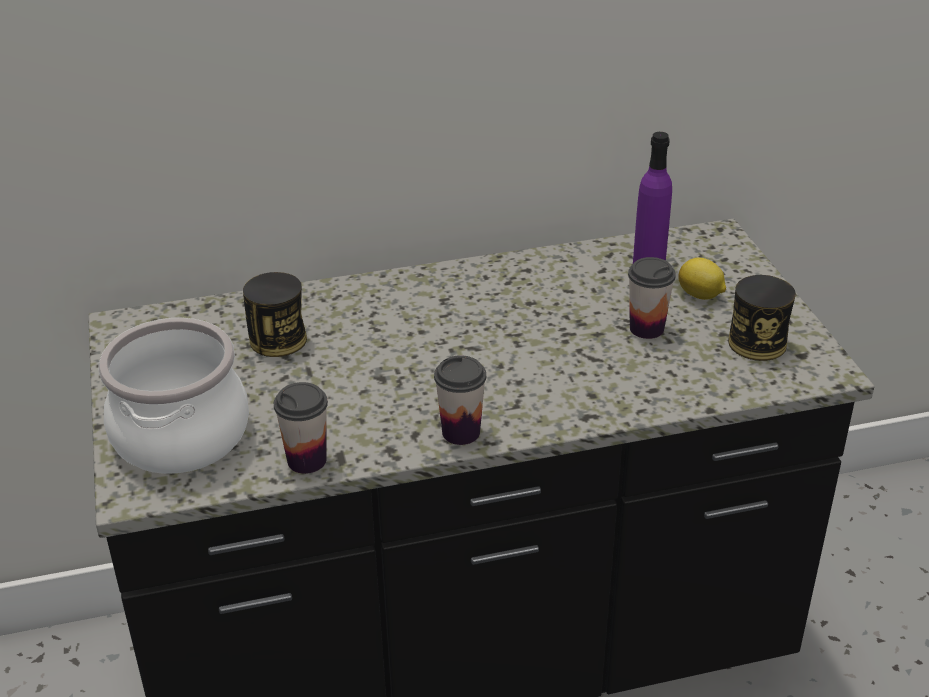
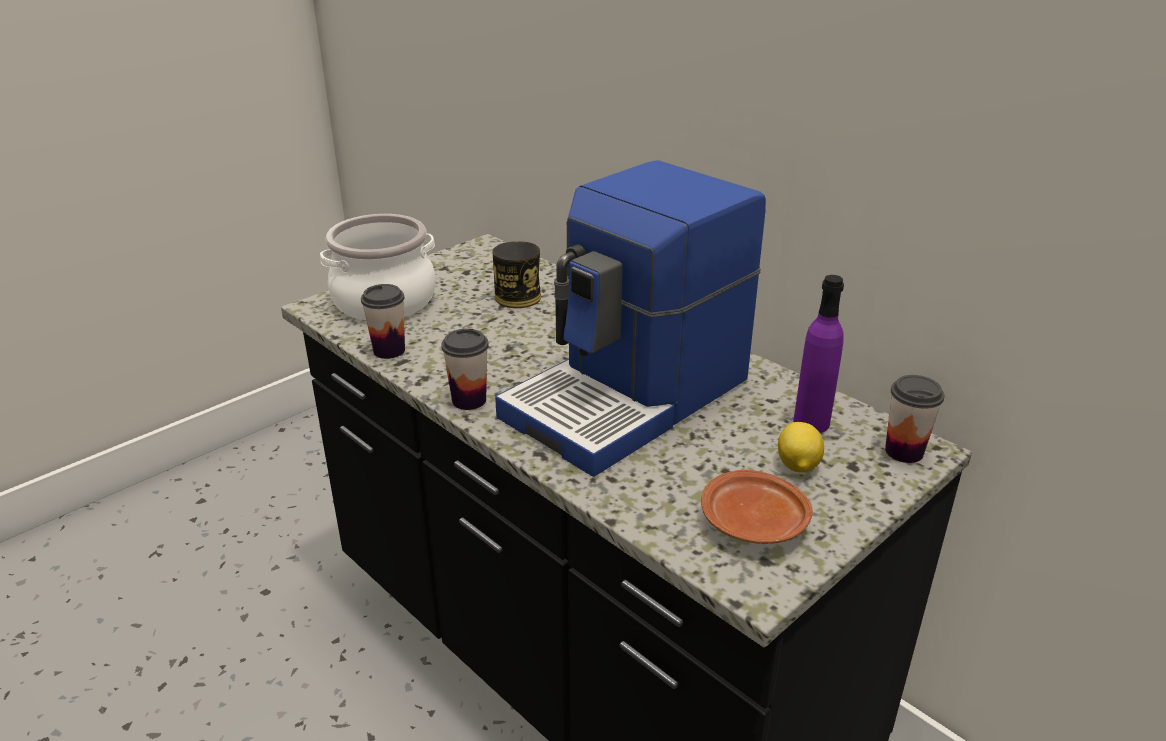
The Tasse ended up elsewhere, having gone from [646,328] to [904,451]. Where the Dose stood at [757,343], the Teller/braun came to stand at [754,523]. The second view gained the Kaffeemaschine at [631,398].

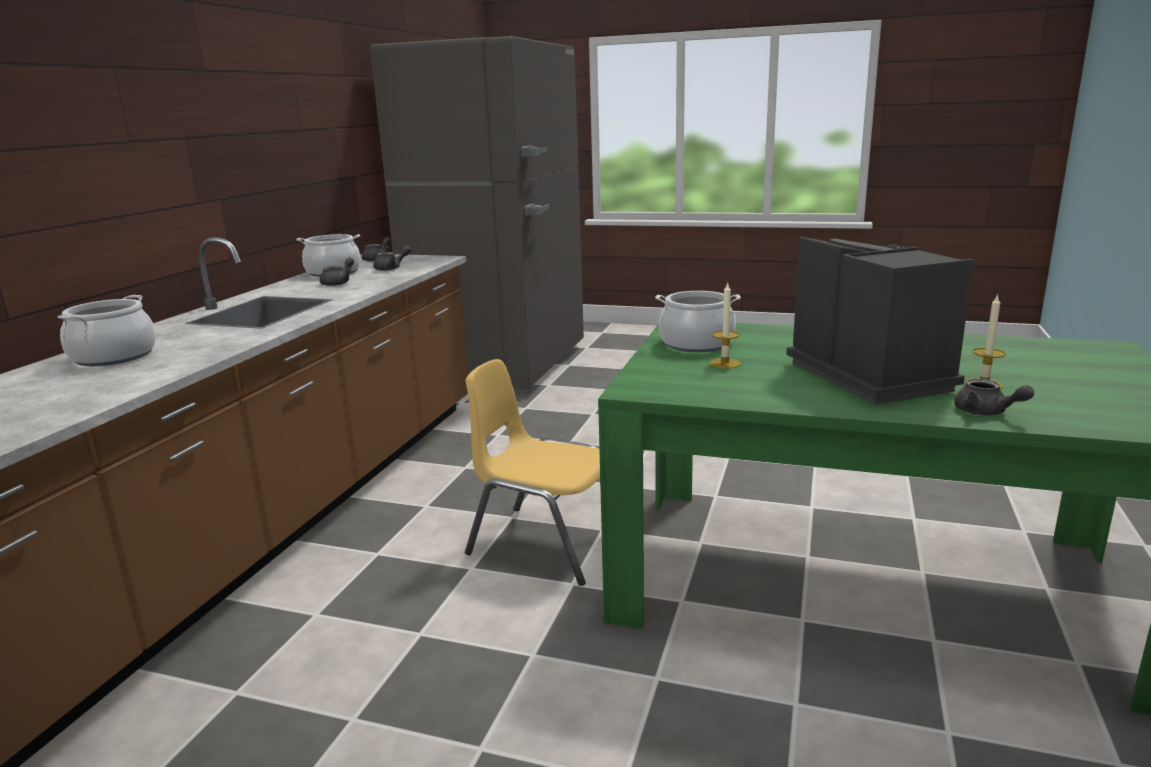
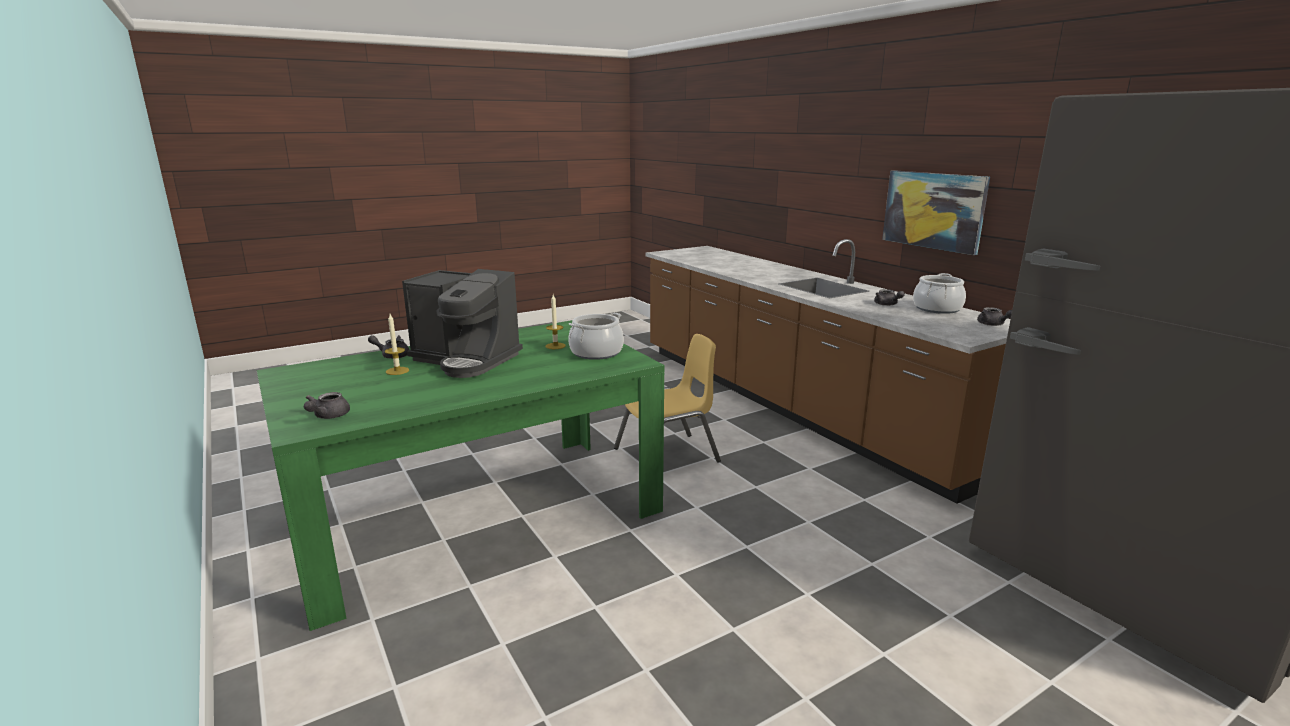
The second view lost the Kochtopf at [113,356]. The Teekanne/grau ended up elsewhere, having gone from [391,268] to [328,416]. The second view gained the Bild at [933,210].

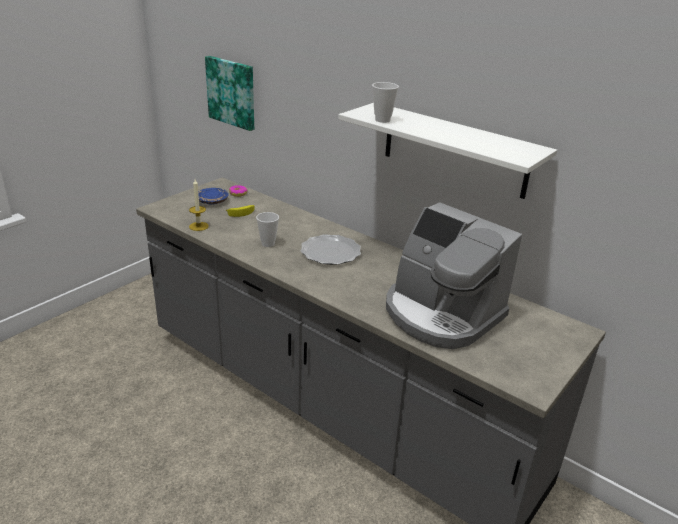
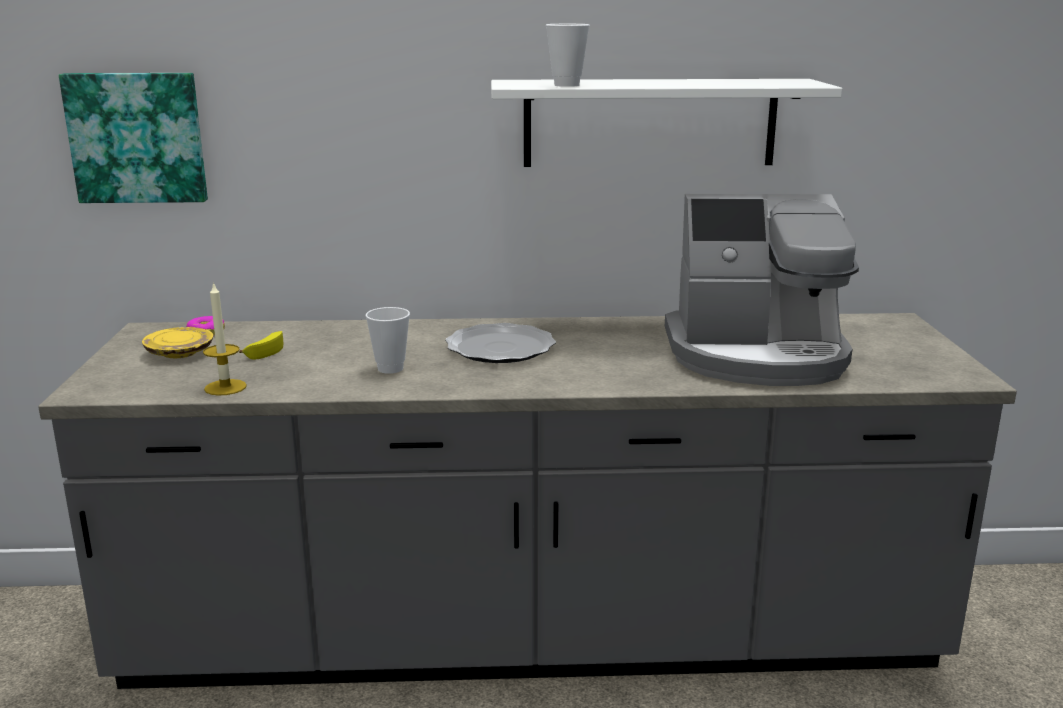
What was the Teller/blau at [212,201] turned into the Teller/gelb at [180,353].

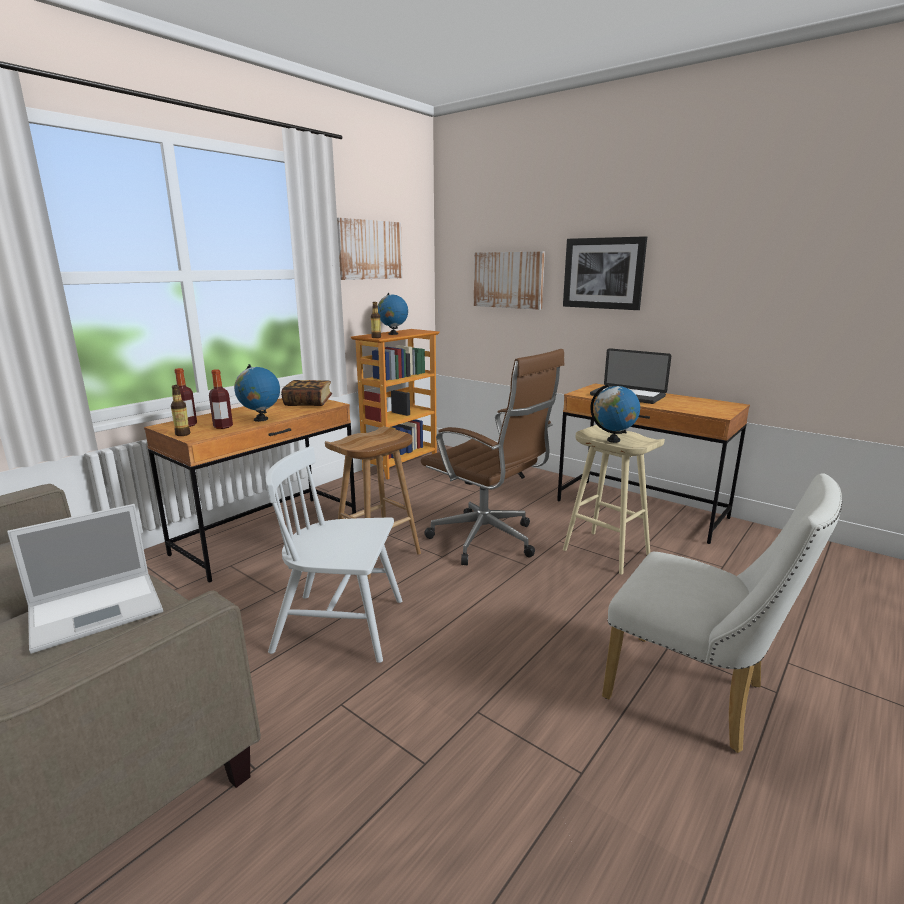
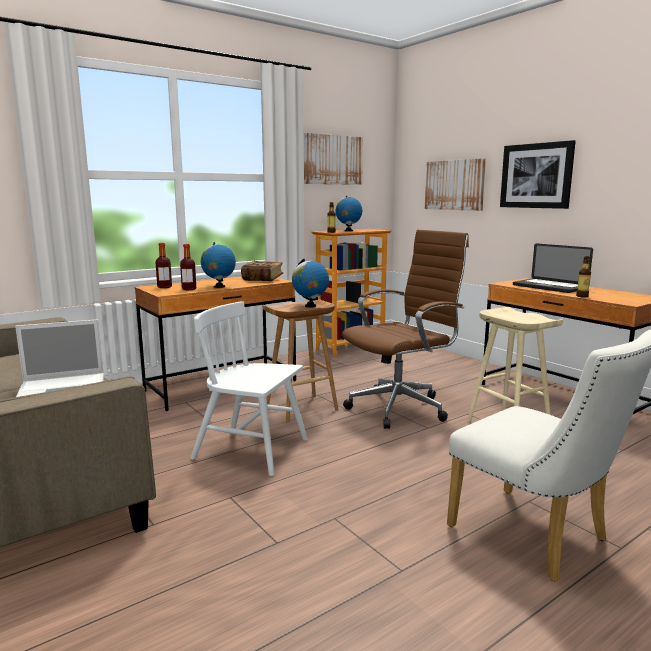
The Flasche ended up elsewhere, having gone from [183,434] to [582,296]. The Bürostuhl/braun at [488,541] ended up facing another way, 90 degrees counterclockwise from before. The Globus ended up elsewhere, having gone from [613,440] to [310,306].

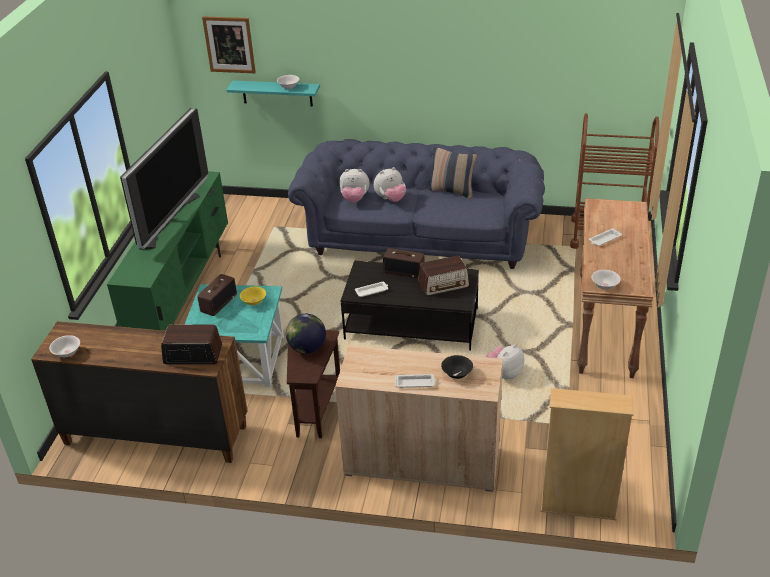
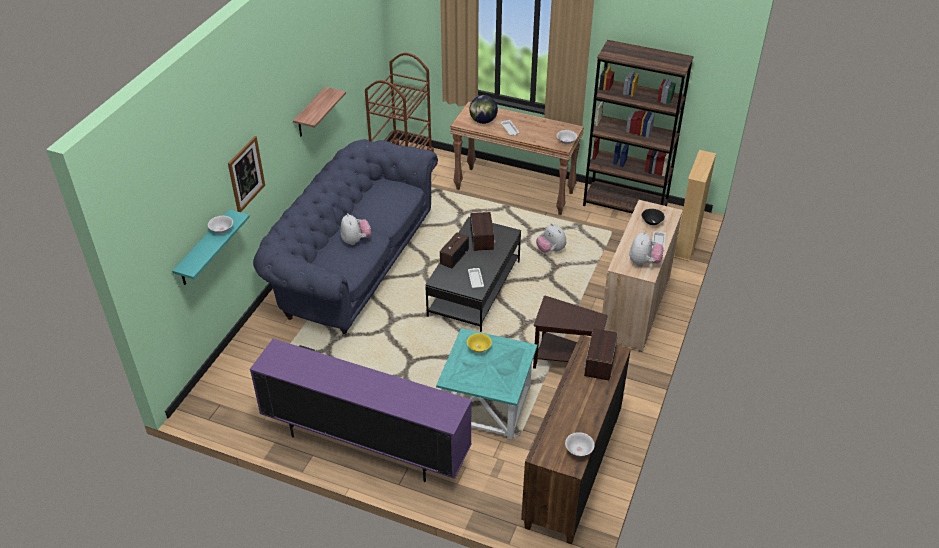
What was the Fernsehschrank/grün at [183,294] turned into the Fernsehschrank/lila at [364,444]. The second view lost the Fernseher at [169,220]. The second view lost the Radio at [218,302]. The Bild ended up elsewhere, having gone from [229,44] to [246,174]. The Globus ended up elsewhere, having gone from [307,348] to [483,121]. The Plüschtier ended up elsewhere, having gone from [354,199] to [644,262]. The second view lost the Kissen at [452,191]. The second view gained the Wandregal at [310,113]. The second view gained the Bücherregal/braun at [625,205].

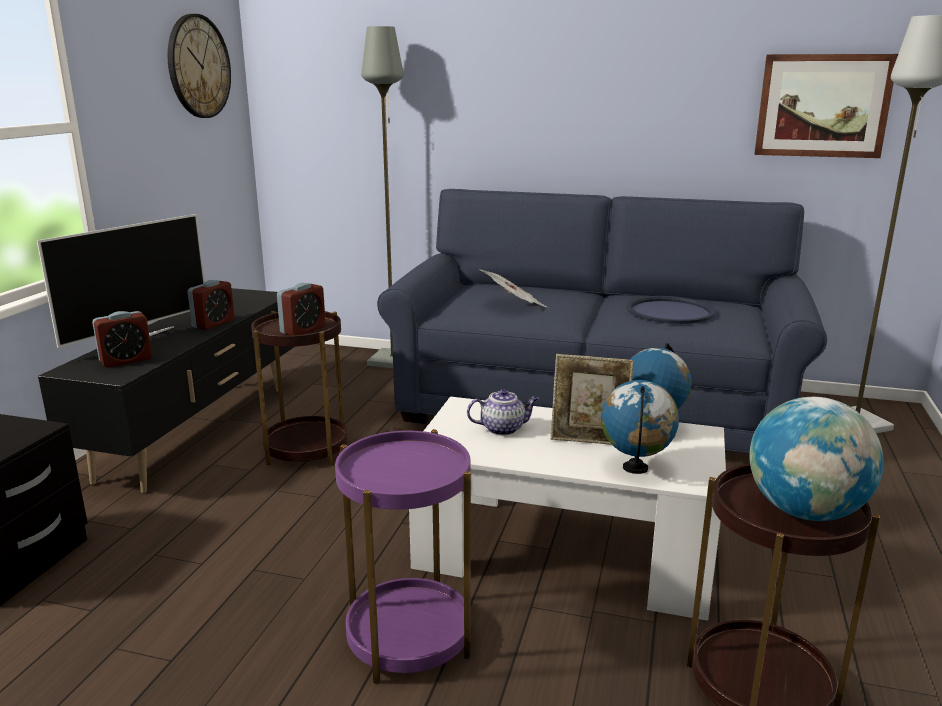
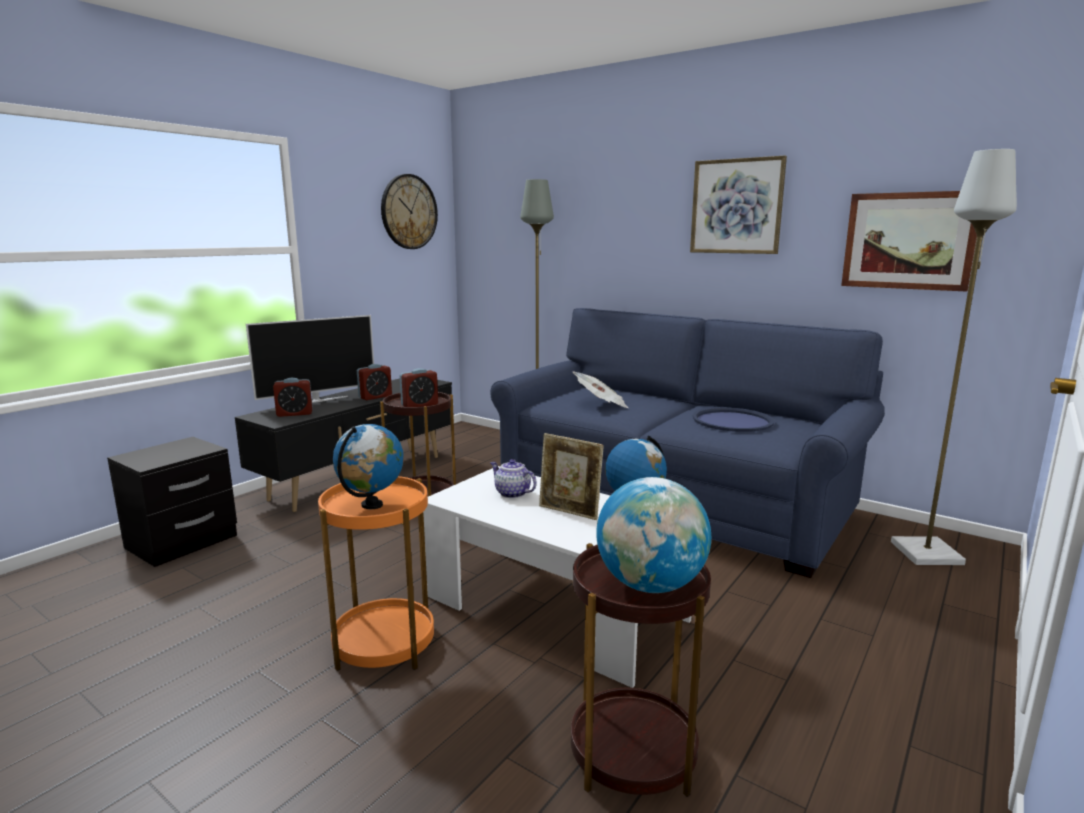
What was the Beistelltisch/lila at [409,639] turned into the Beistelltisch/orange at [384,645]. The Teekanne at [503,428] ended up facing another way, 150 degrees counterclockwise from before. The Globus ended up elsewhere, having gone from [635,468] to [372,505]. The second view gained the Bild at [736,206].

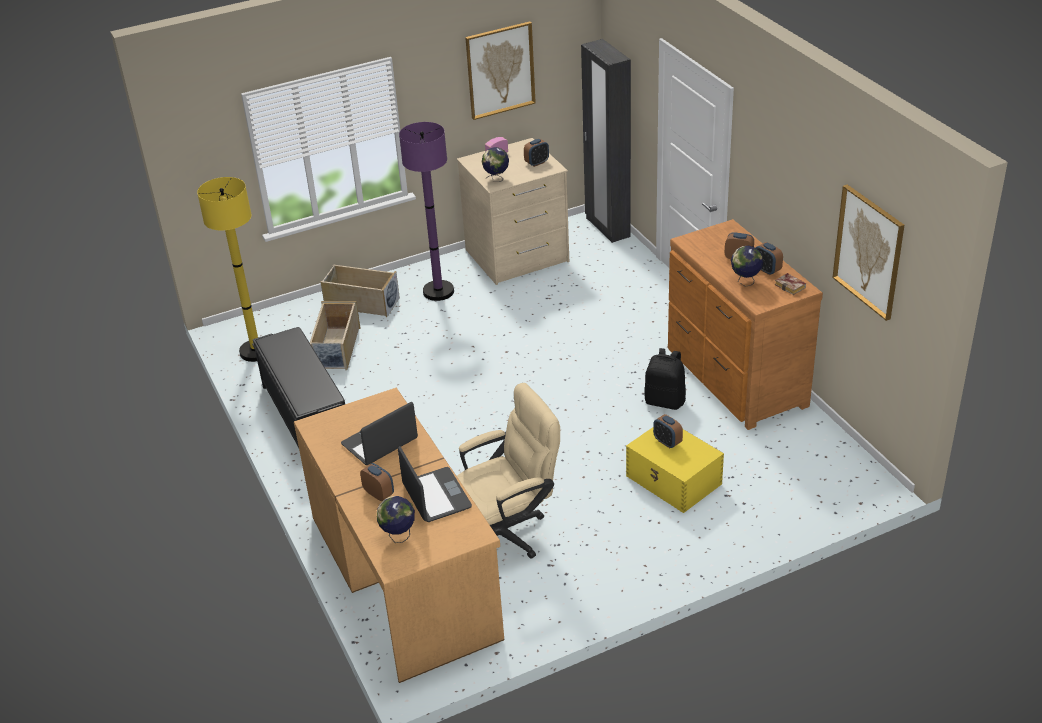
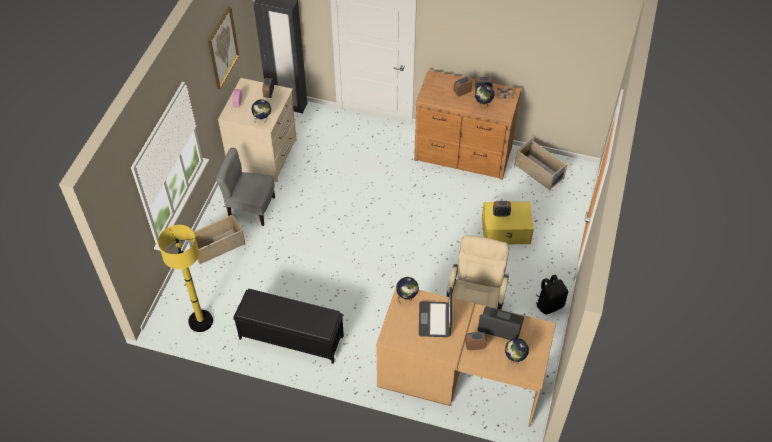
The Aufbewahrungsbox/beige ended up elsewhere, having gone from [337,349] to [539,172]. Where the Stehlampe/lila stood at [438,291], the Stuhl/grau came to stand at [251,208]. The Rucksack/schwarz ended up elsewhere, having gone from [665,401] to [549,304]. The second view lost the Bild at [869,251]. The second view gained the Globus at [407,297].

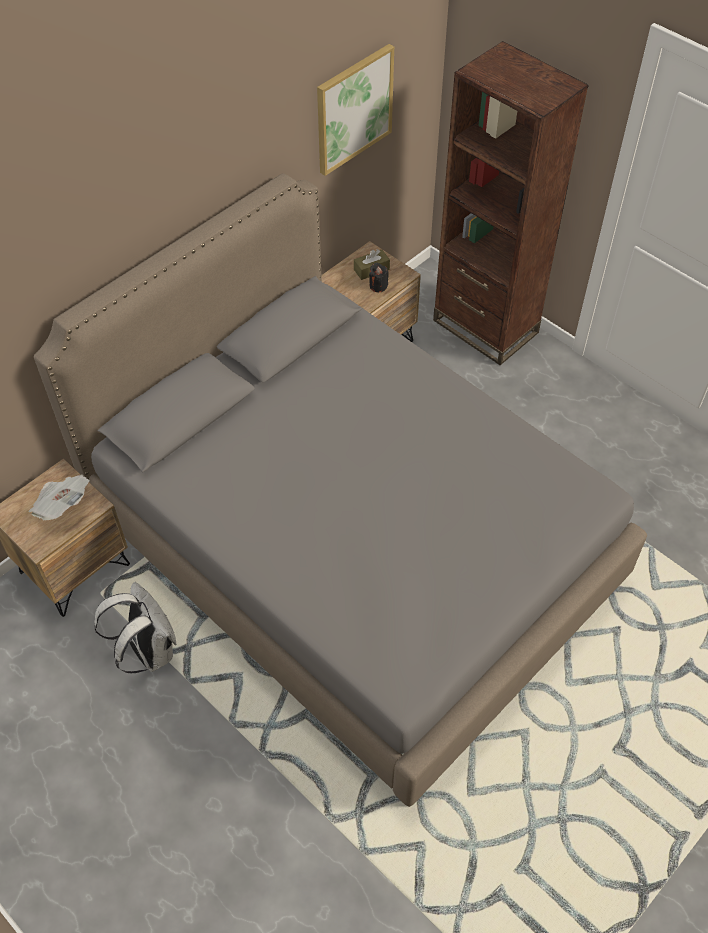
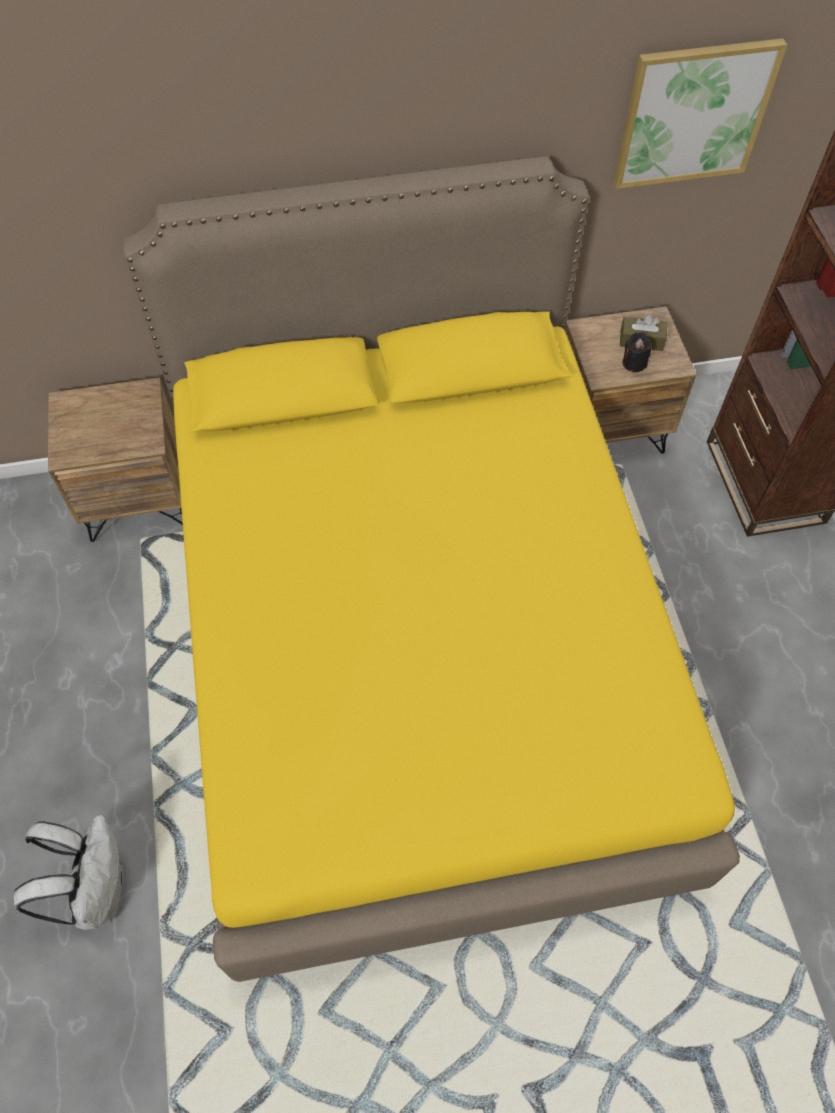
The second view lost the Zeitung at [62,505]. What was the Bett/grau at [353,548] turned into the Bett/gelb at [416,647]. The Rucksack/weiß ended up elsewhere, having gone from [148,651] to [97,890].

